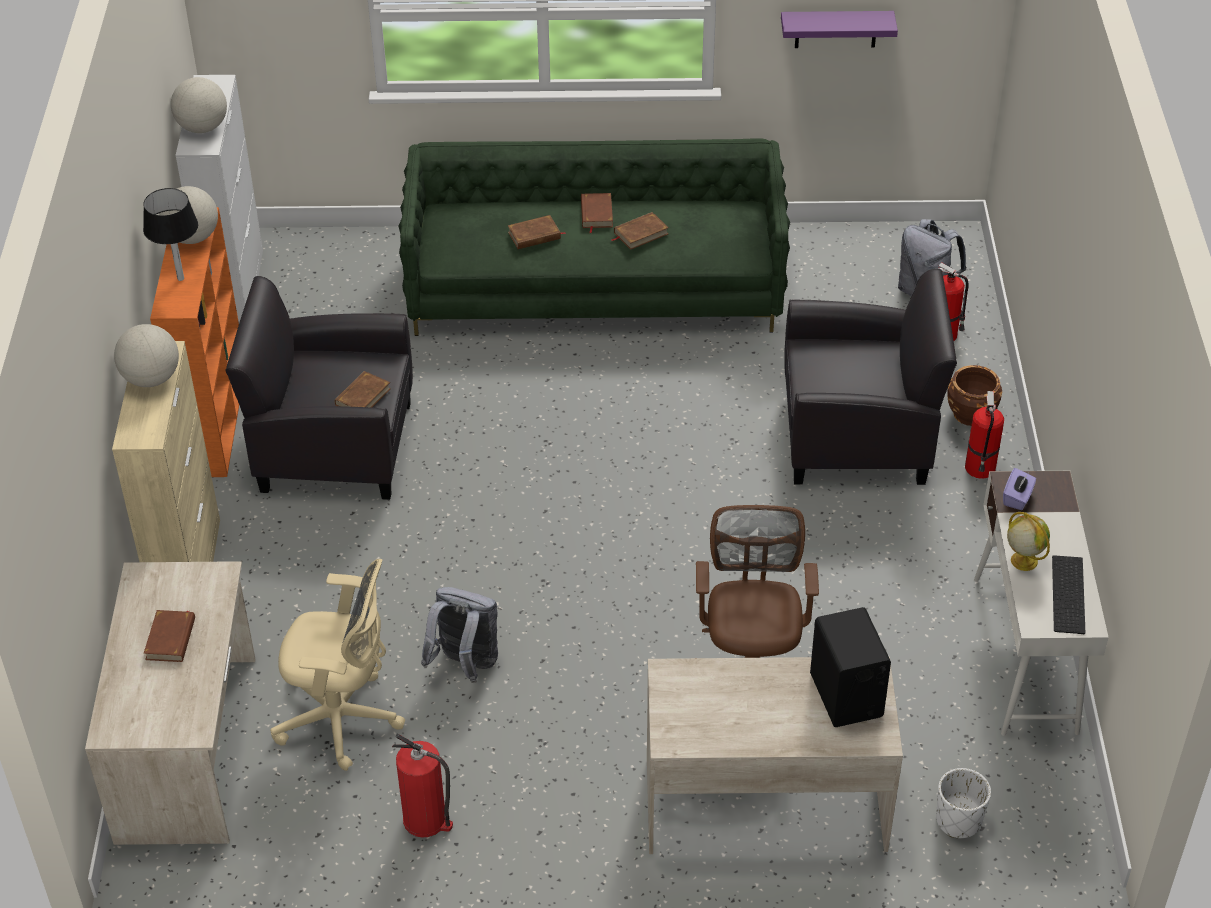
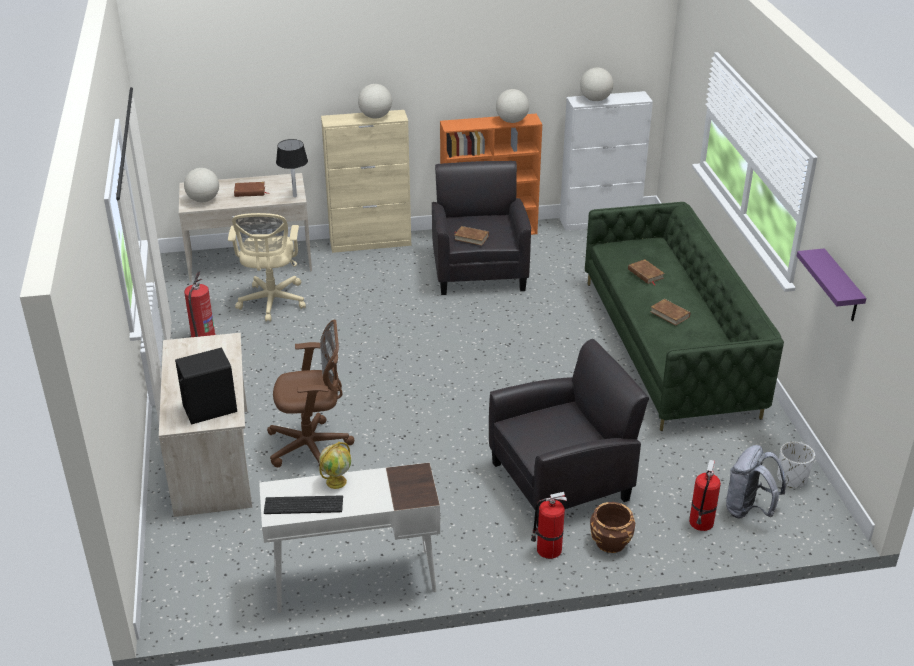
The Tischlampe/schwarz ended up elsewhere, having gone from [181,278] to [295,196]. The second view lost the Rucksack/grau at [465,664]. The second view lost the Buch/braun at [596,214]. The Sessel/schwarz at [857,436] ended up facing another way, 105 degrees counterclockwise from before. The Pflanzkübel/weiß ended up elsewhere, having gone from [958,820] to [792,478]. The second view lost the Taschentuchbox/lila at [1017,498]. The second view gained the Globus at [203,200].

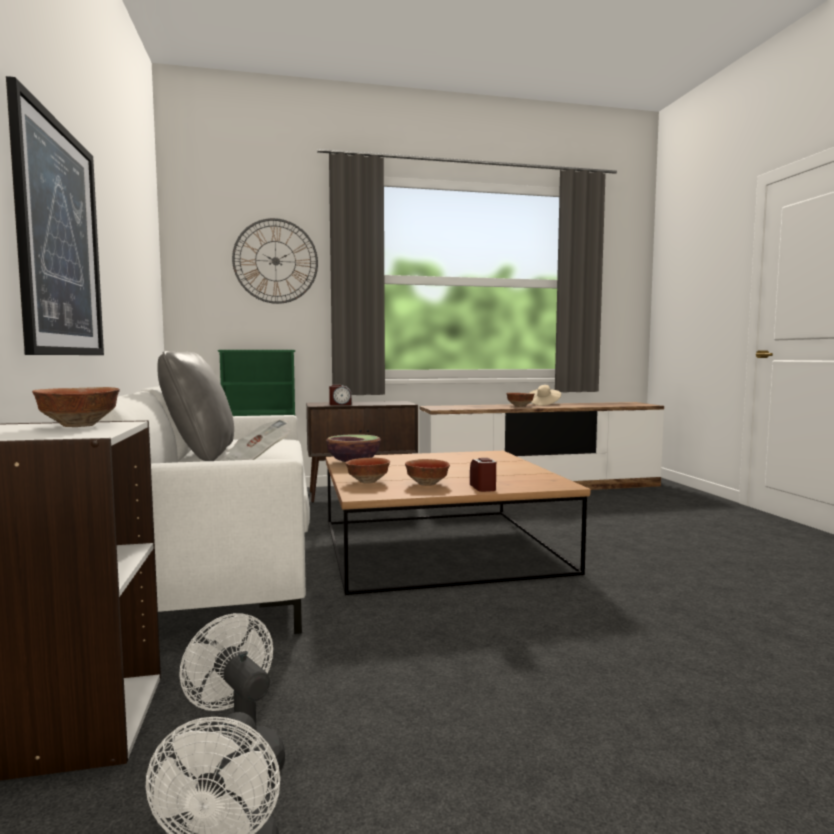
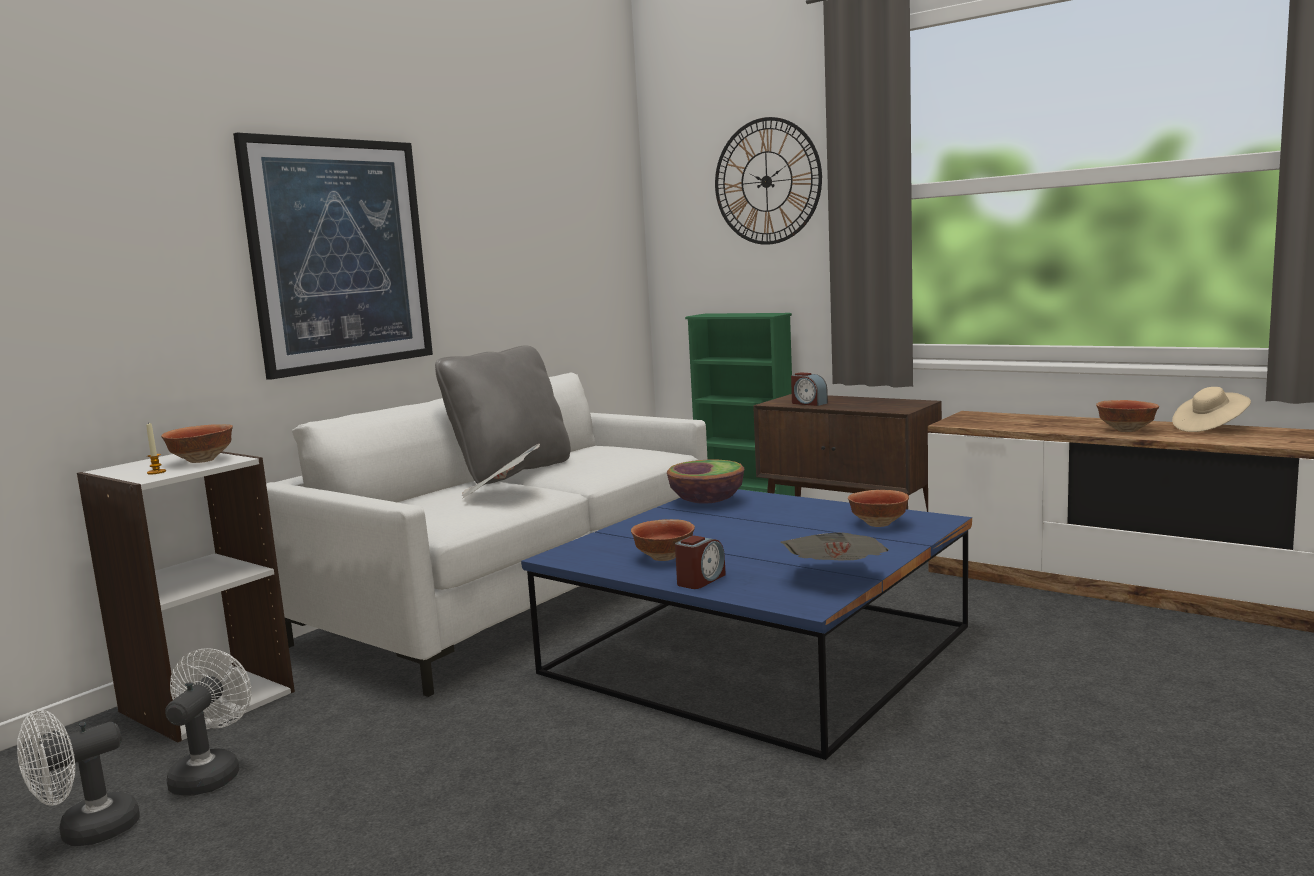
What was the Couchtisch/braun at [439,546] turned into the Couchtisch/blau at [757,649]. The Schüssel ended up elsewhere, having gone from [367,482] to [877,524]. The second view gained the Kerze at [156,472]. The second view gained the Zeitung at [836,576].

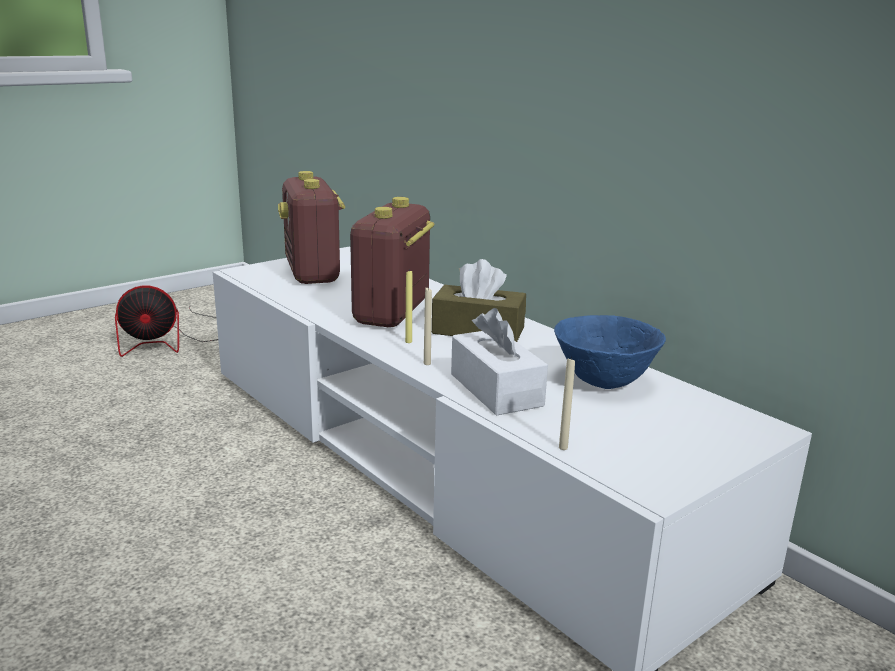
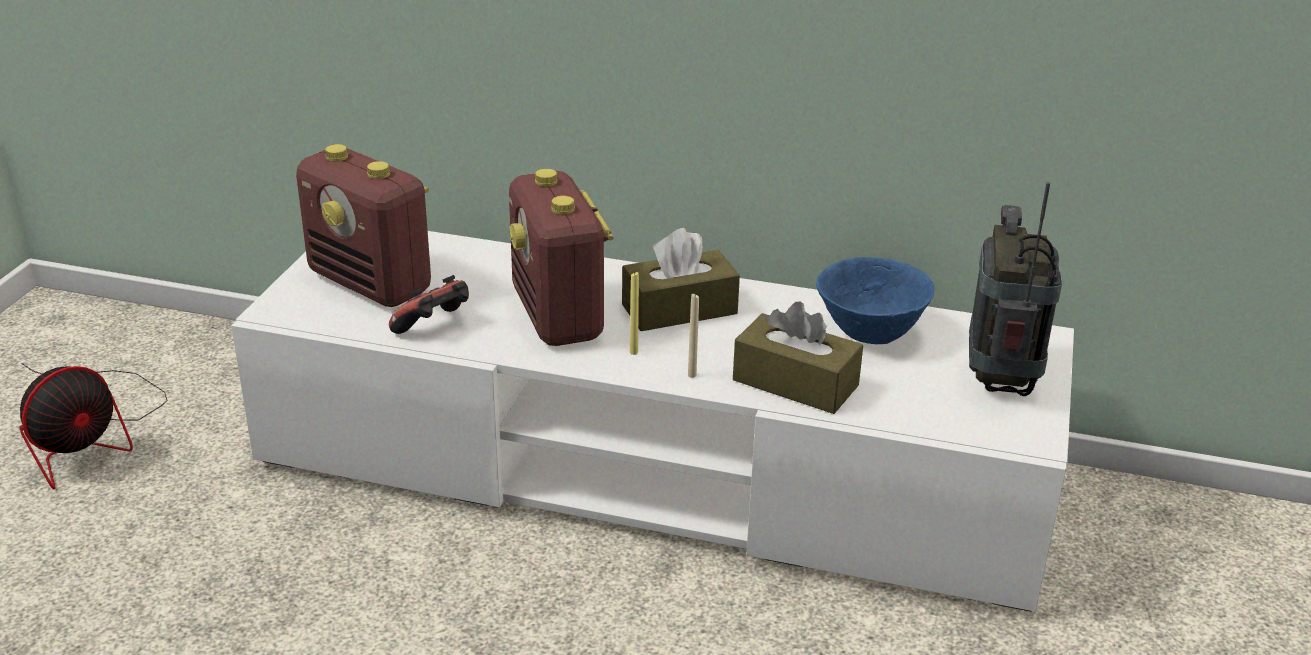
What was the Taschentuchbox/weiß at [496,390] turned into the Taschentuchbox/braun at [795,383]. The second view lost the Kerze/beige at [563,448]. The second view gained the Gamepad at [434,327]. The second view gained the Radio at [1001,380].

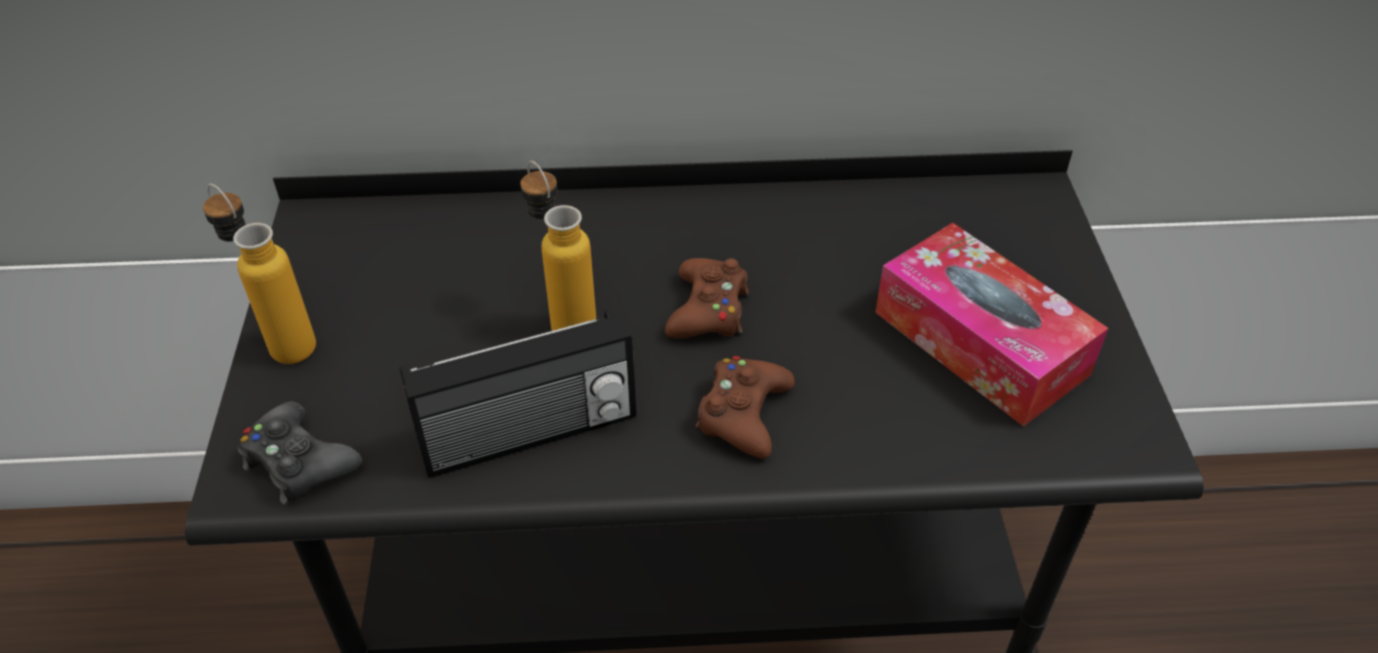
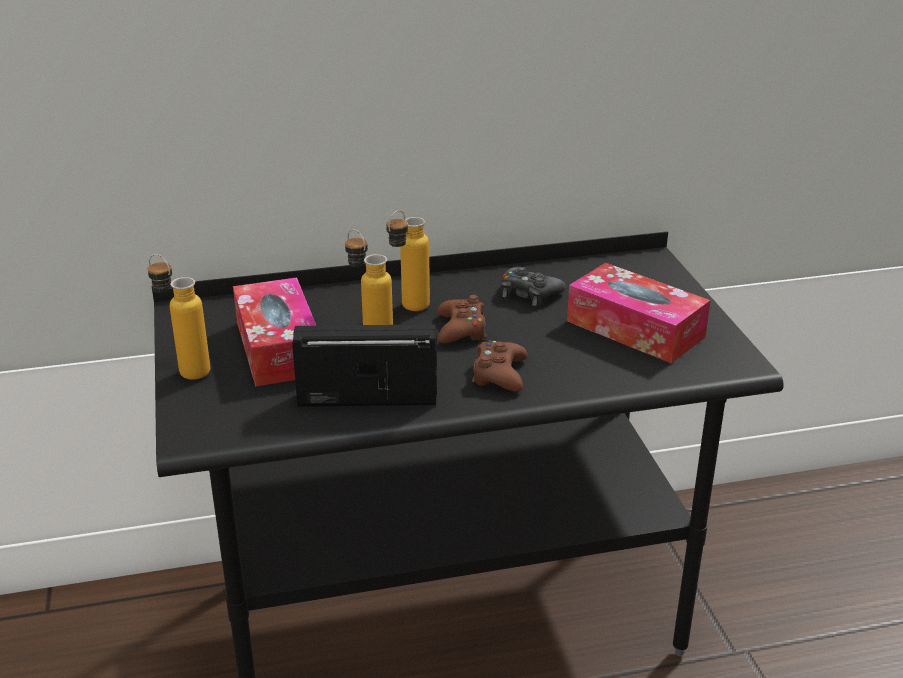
The Gamepad/schwarz ended up elsewhere, having gone from [299,462] to [529,294]. The Radio at [530,435] ended up facing another way, 150 degrees counterclockwise from before. The second view gained the Taschentuchbox at [278,348]. The second view gained the Flasche at [408,310].

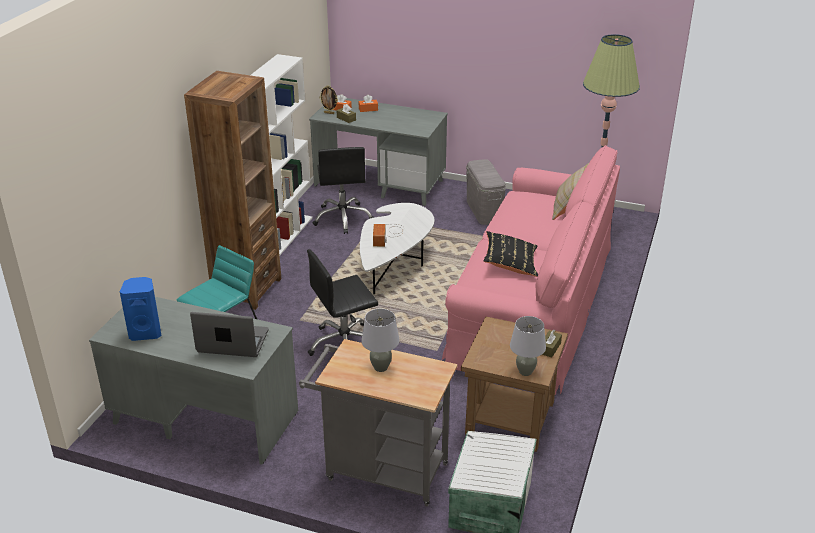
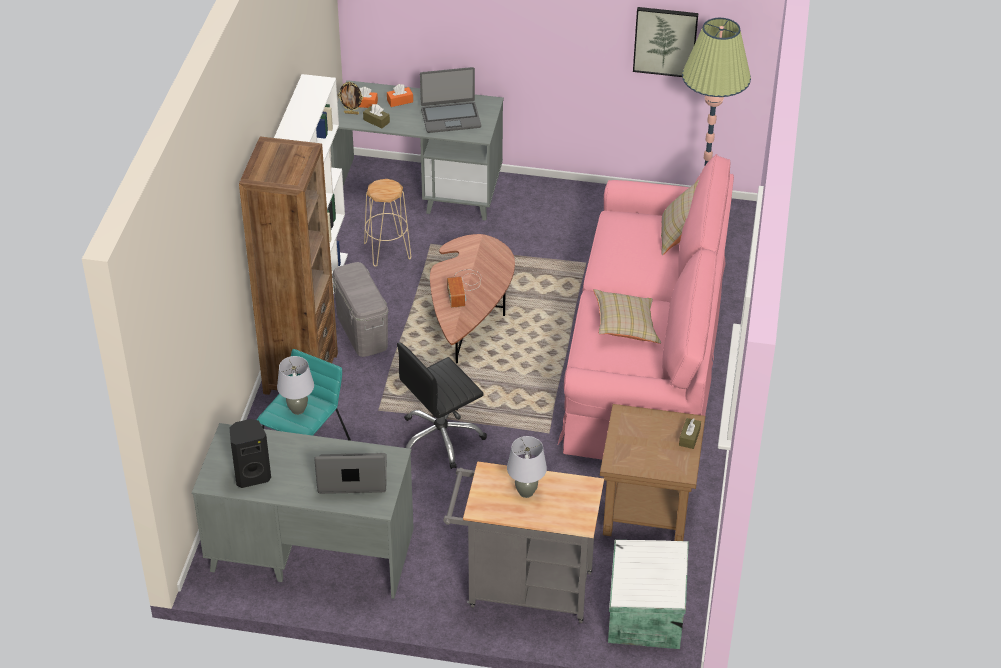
What was the Lautsprecher/blau at [146,332] turned into the Lautsprecher/schwarz at [252,475]. Where the Bürostuhl/schwarz stood at [343,218], the Hocker/beige came to stand at [387,251]. What was the Couchtisch/weiß at [394,265] turned into the Couchtisch/braun at [470,317]. The Aufbewahrungsbox/grau ended up elsewhere, having gone from [484,210] to [362,331]. What was the Kissen/schwarz at [510,263] turned into the Kissen/beige at [625,326]. The Tischlampe/grau ended up elsewhere, having gone from [525,371] to [297,409]. The second view gained the Laptop at [450,117]. The second view gained the Bild at [665,41].

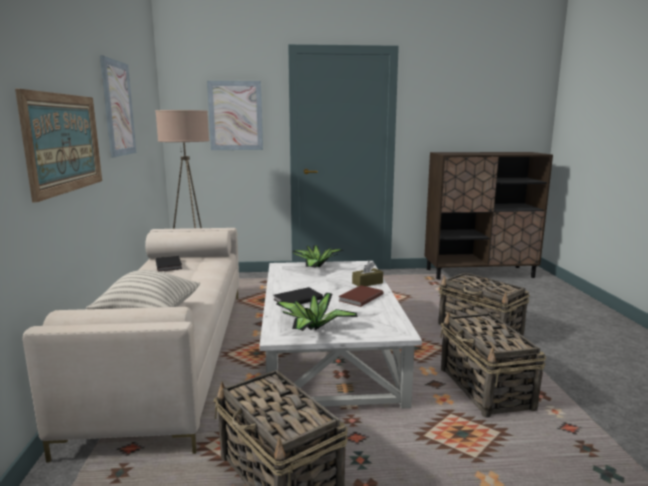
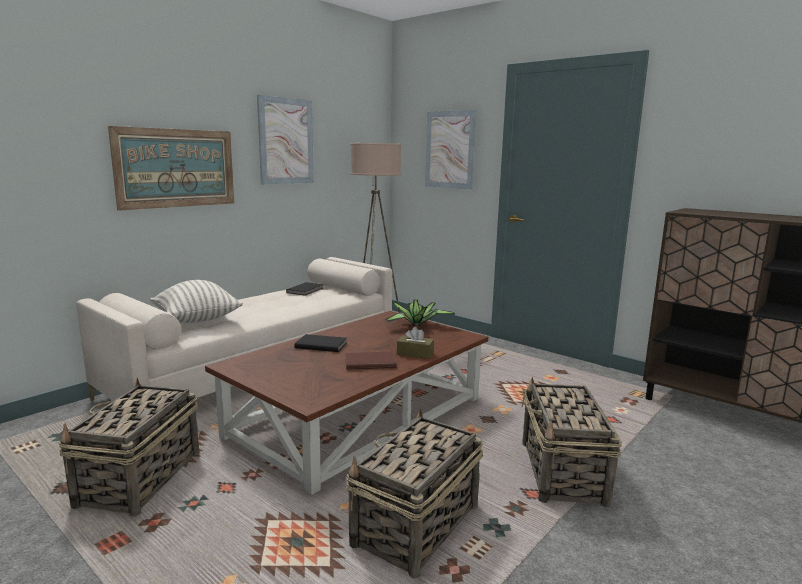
What was the Couchtisch/weiß at [327,352] turned into the Couchtisch/braun at [359,416]. The second view lost the Topfpflanze at [313,329].

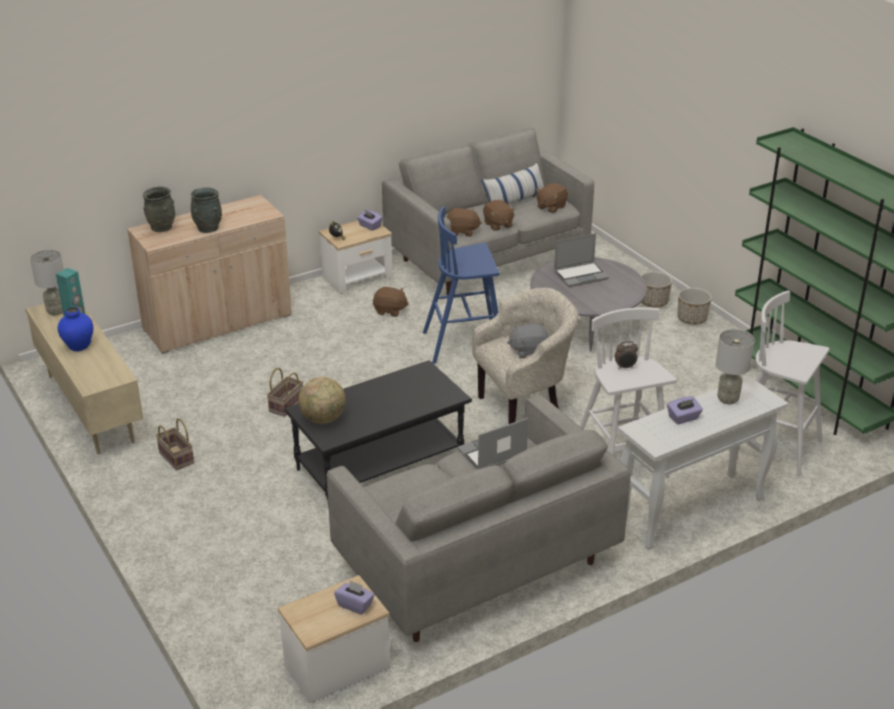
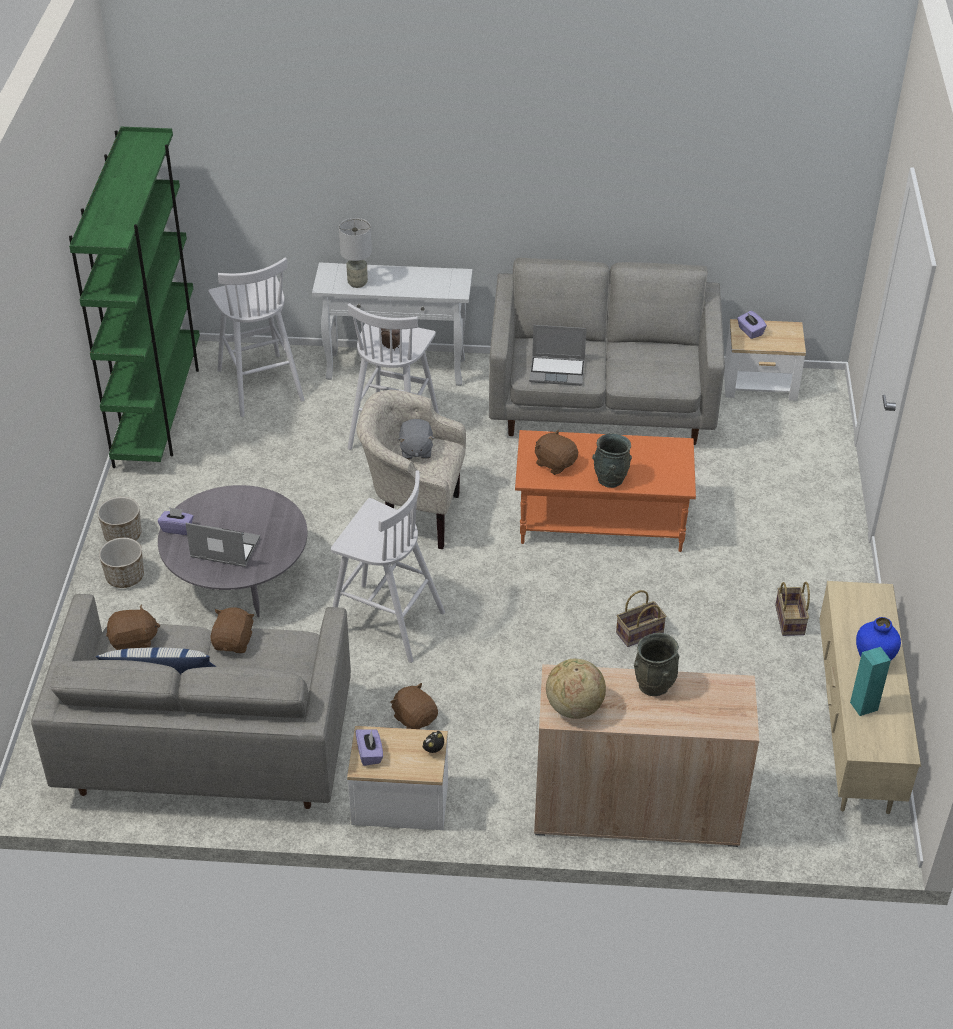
The second view lost the Tischlampe/grau at [56,311]. The Vase/grau ended up elsewhere, having gone from [162,227] to [610,480]. What was the Couchtisch/schwarz at [380,465] turned into the Couchtisch/orange at [602,521]. The Globus ended up elsewhere, having gone from [323,419] to [574,707]. What was the Hocker/blau at [465,344] turned into the Hocker/weiß at [384,622]. The Plüschtier/braun ended up elsewhere, having gone from [462,232] to [555,463]. The Plüschtier/grau at [528,351] ended up facing another way, 60 degrees clockwise from before. The Taschentuchbox/lila ended up elsewhere, having gone from [683,418] to [177,528].

